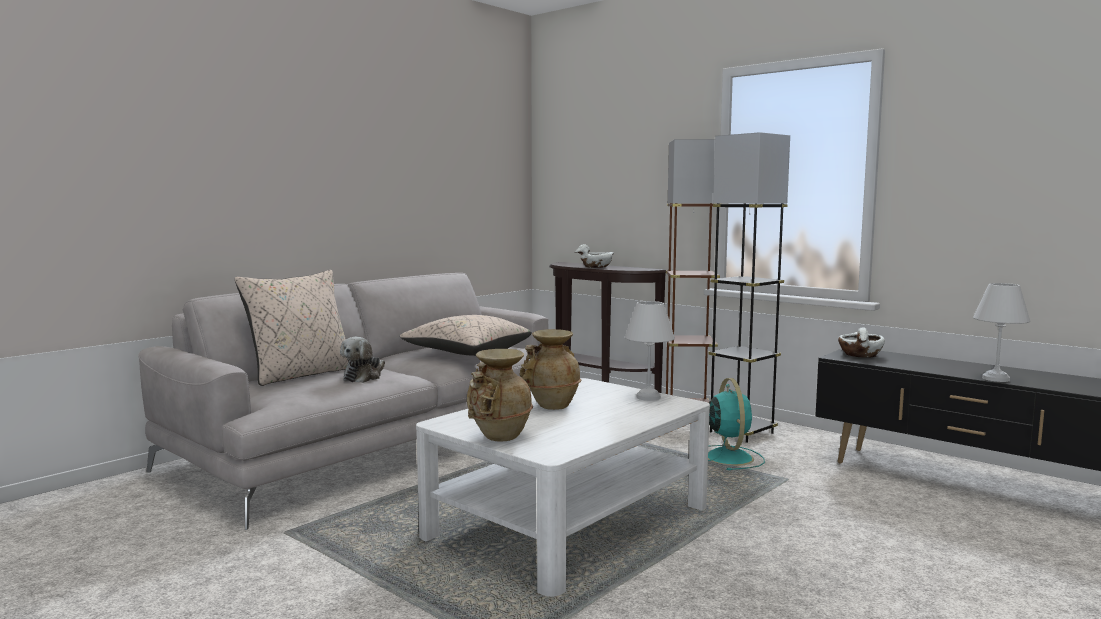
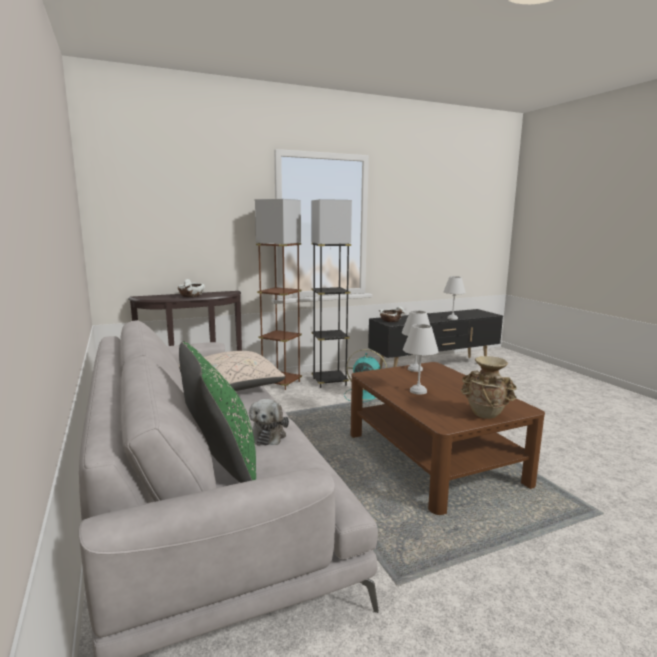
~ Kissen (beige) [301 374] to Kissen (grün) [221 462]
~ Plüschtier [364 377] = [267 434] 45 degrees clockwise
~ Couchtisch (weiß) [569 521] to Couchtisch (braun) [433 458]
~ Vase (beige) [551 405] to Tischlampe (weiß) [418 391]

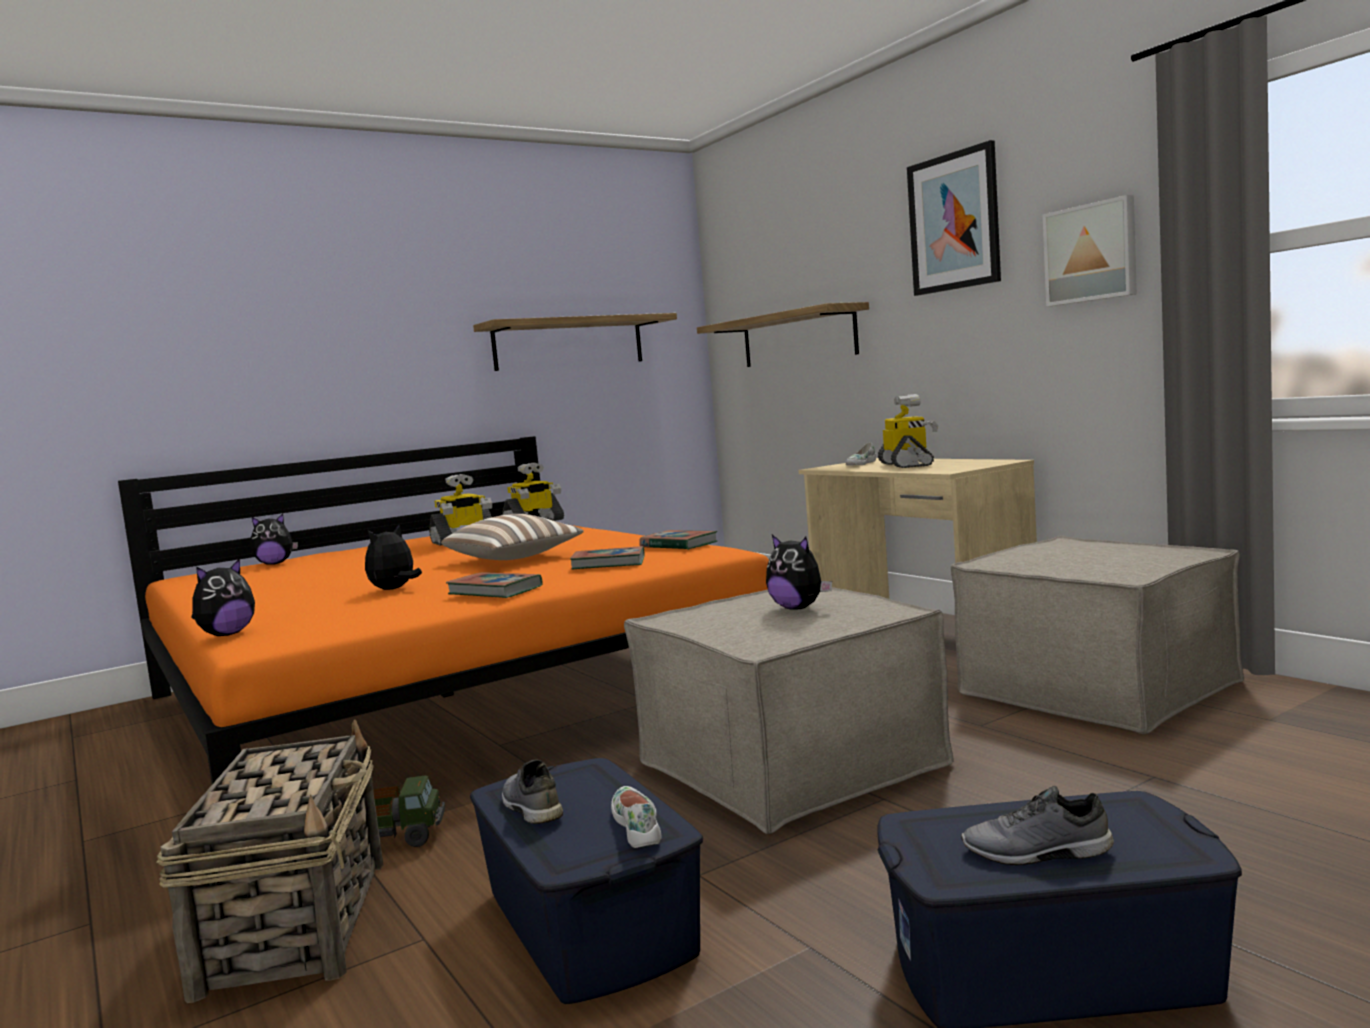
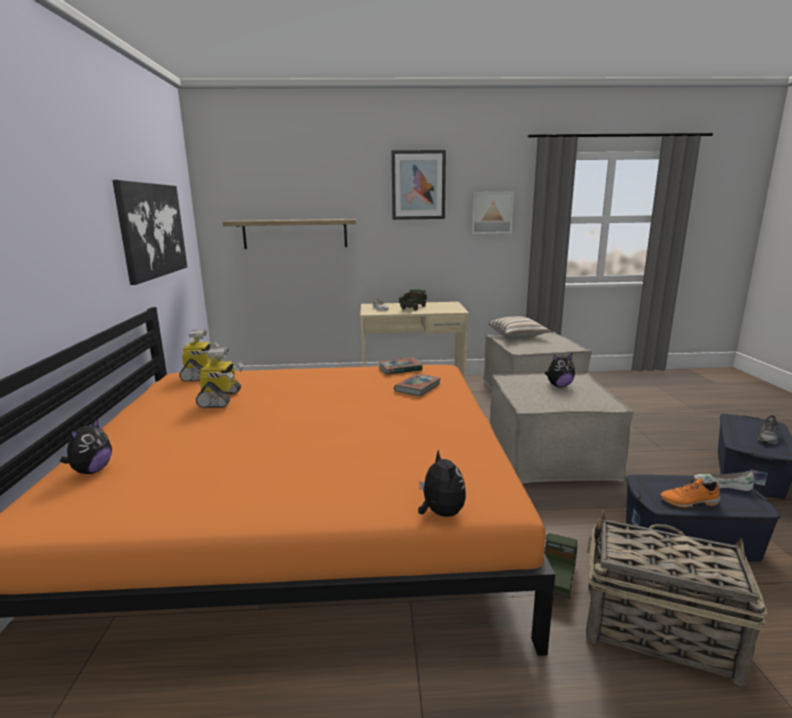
- Plüschtier [394 589]
~ Kissen [515 558] to [518 336]
- Buch [495 591]
~ Wandregal [569 343] to Bild [152 230]
~ Schuh (grau) [530 808] to Schuh (orange) [689 502]
~ Spielzeugroboter [907 465] to Spielzeuglaster [413 308]

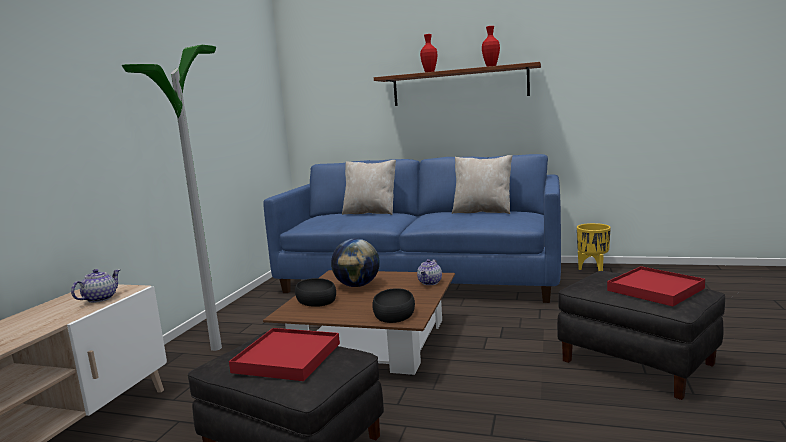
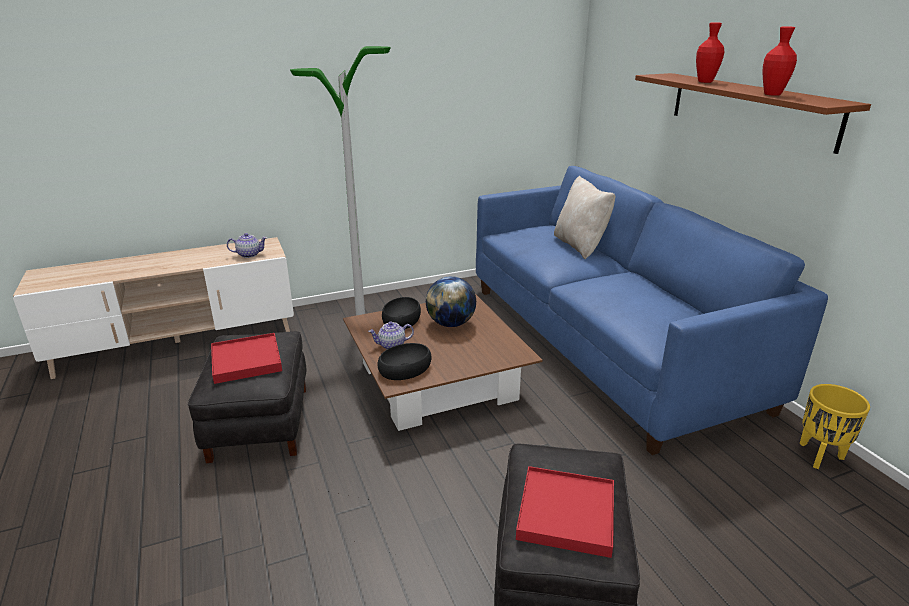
~ Teekanne [430 282] to [391 345]
- Kissen (beige) [482 212]

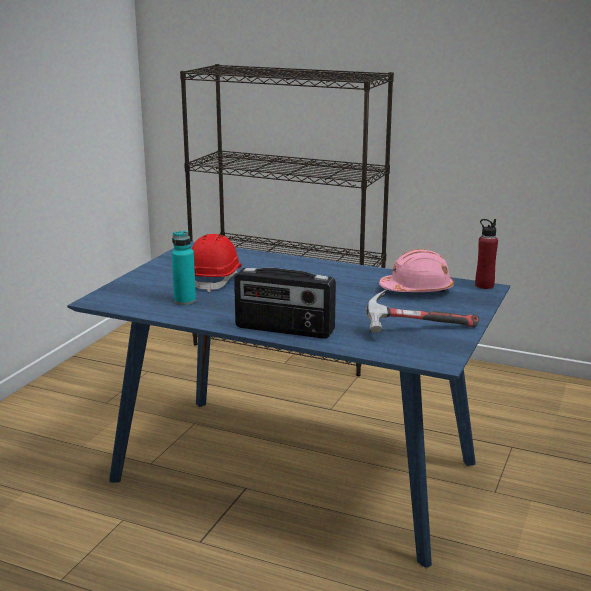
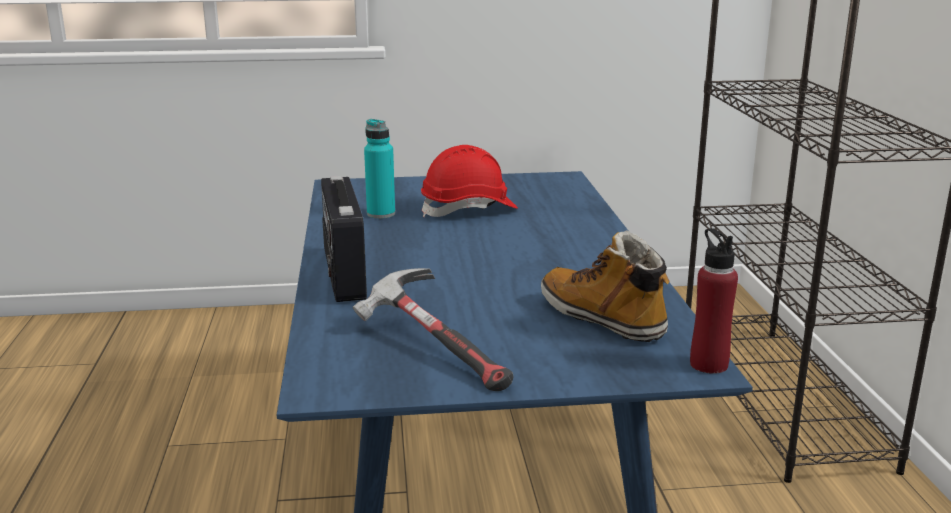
~ Schutzhelm (rosa) [417 290] to Stiefel [603 319]

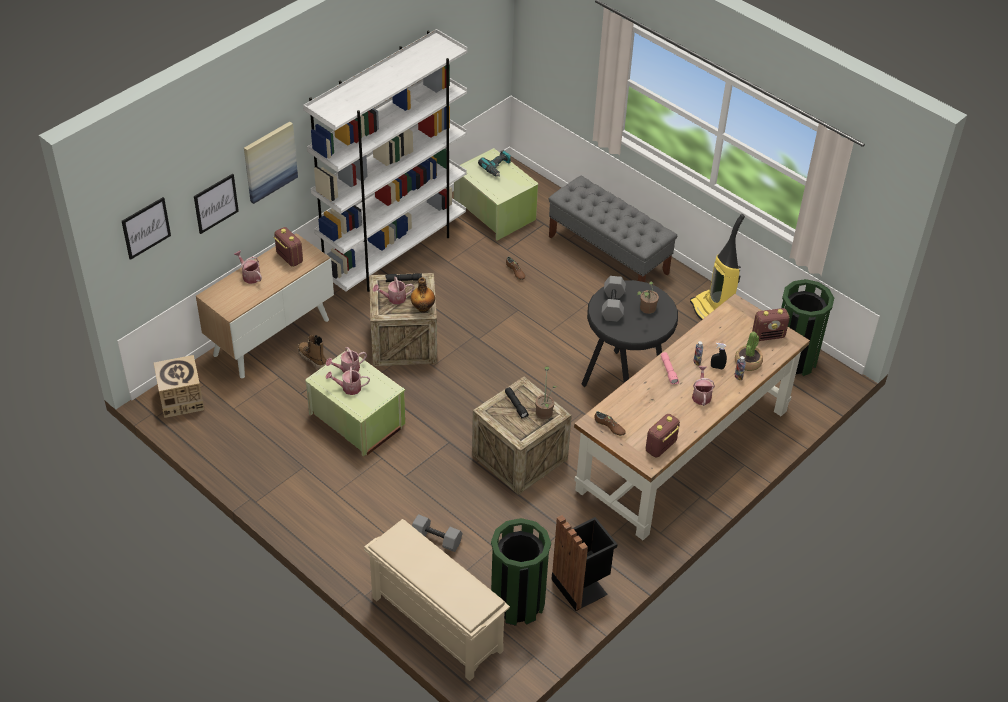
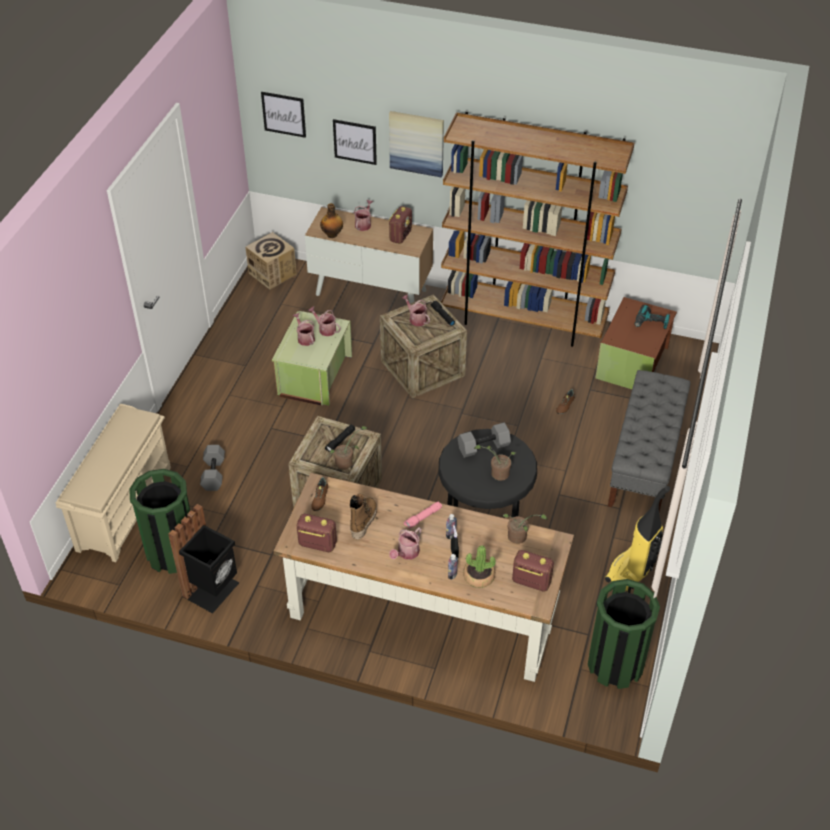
~ Stiefel [313 359] to [363 521]
~ Bücherregal (weiß) [394 252] to Bücherregal (braun) [524 321]
~ Flasche [423 308] to [332 234]
~ Aufbewahrungsbox (grün) [495 211] to Aufbewahrungsbox (braun) [633 363]
~ Gießkanne [701 395] = [406 553] 150 degrees clockwise
~ Radio [768 335] = [531 582] 150 degrees clockwise
+ Topfpflanze [519 538]

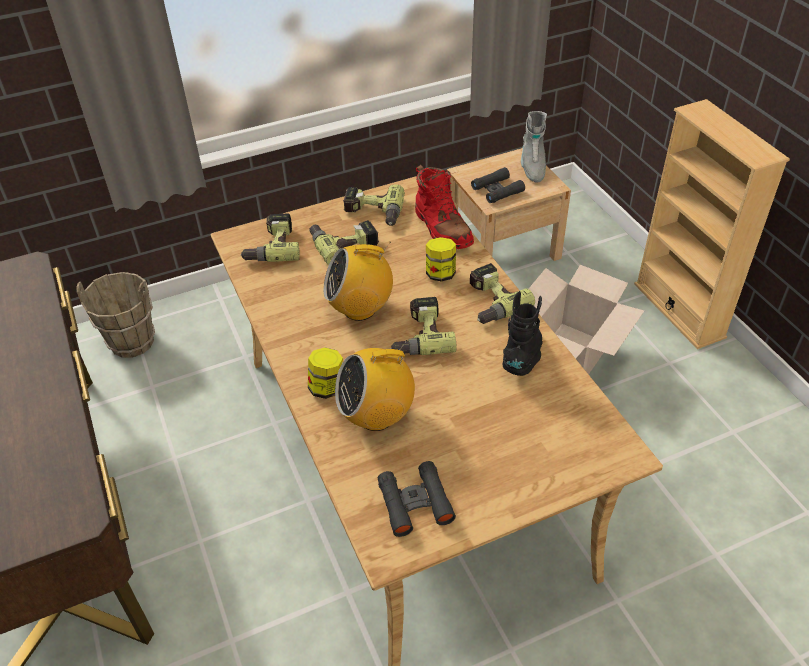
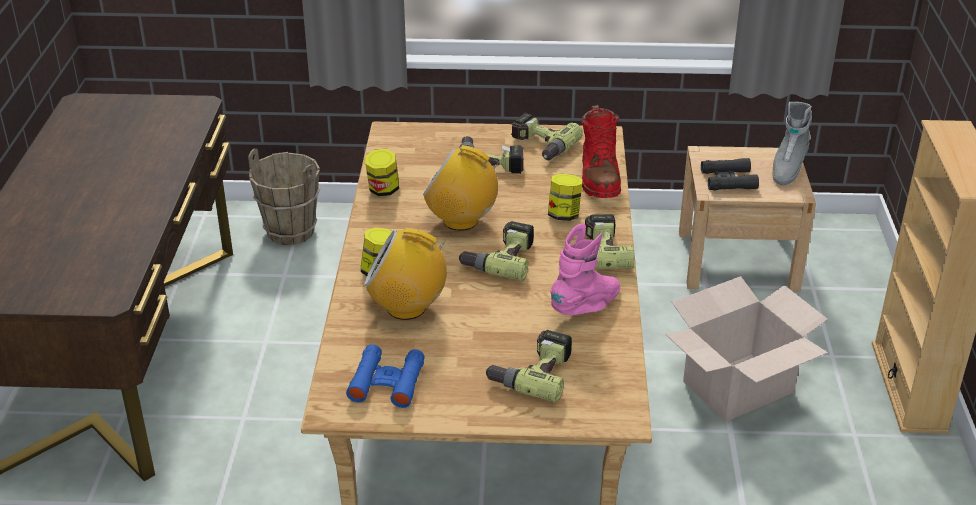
~ Bohrmaschine [271 246] to [532 372]
~ Fernglas (schwarz) [415 503] to Fernglas (blau) [387 382]
~ Stiefel (schwarz) [523 358] to Stiefel (rosa) [586 307]
+ Vorratsglas [383 190]

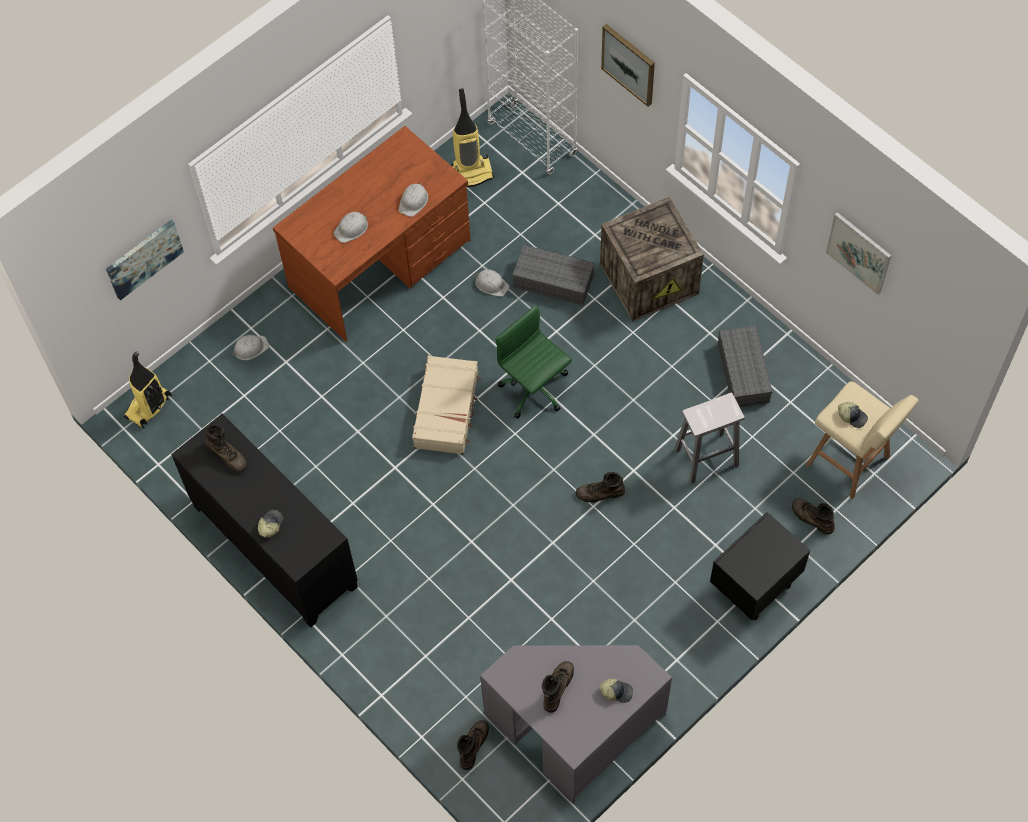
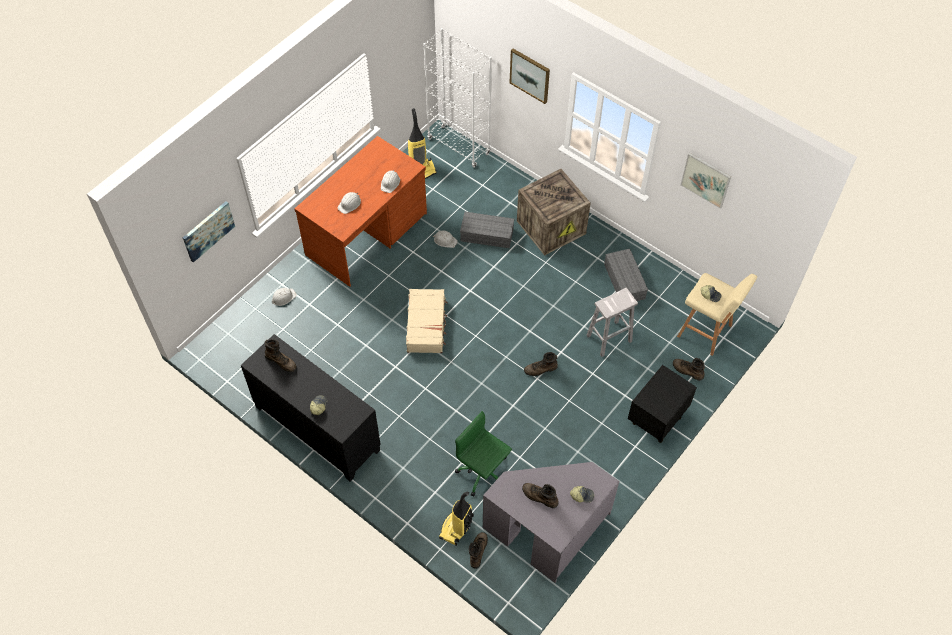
~ Staubsauger [149 408] to [456 528]
~ Bürostuhl (grün) [535 390] to [483 472]
~ Stiefel (braun) [557 687] = [539 497] 75 degrees counterclockwise

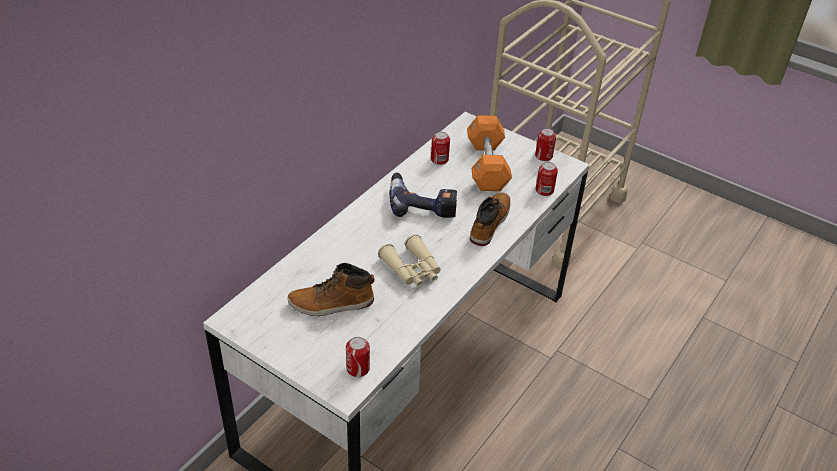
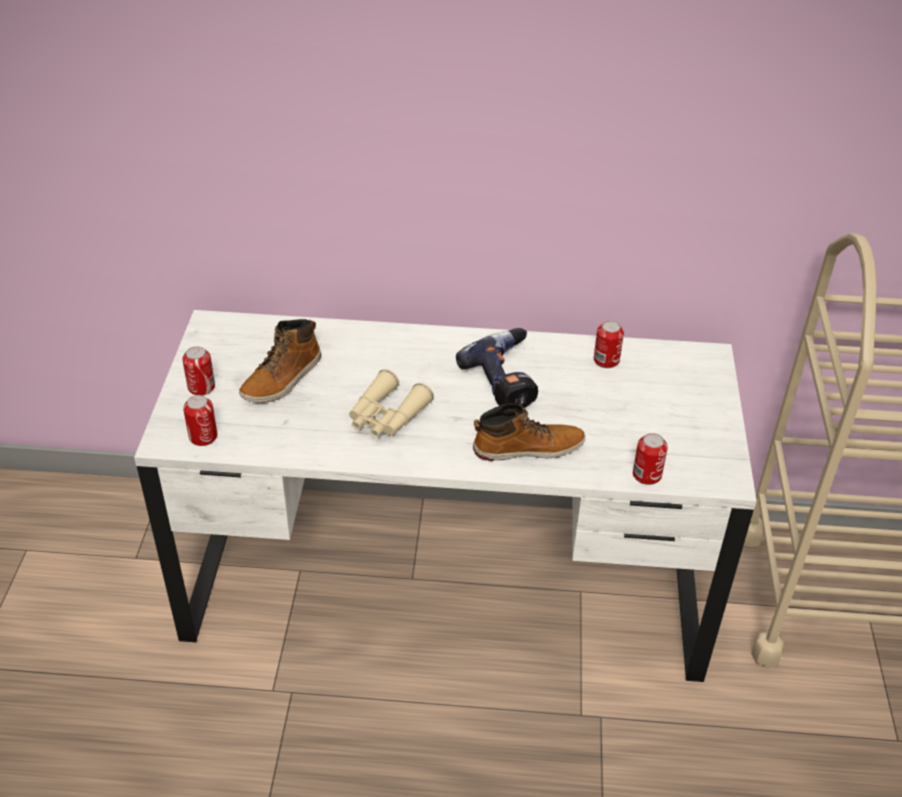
~ Stiefel [331 304] = [282 379] 105 degrees counterclockwise
- Hantel (orange) [487 165]
~ Dose [543 156] to [201 387]

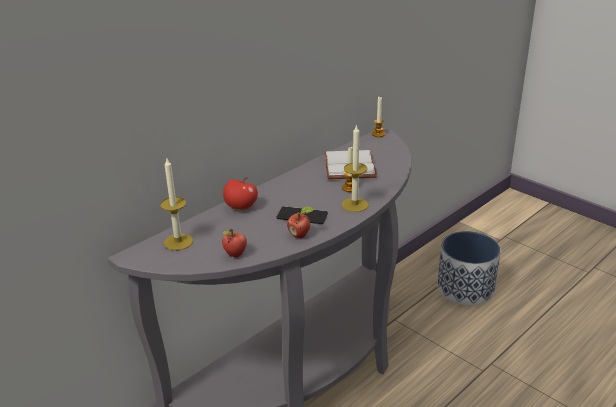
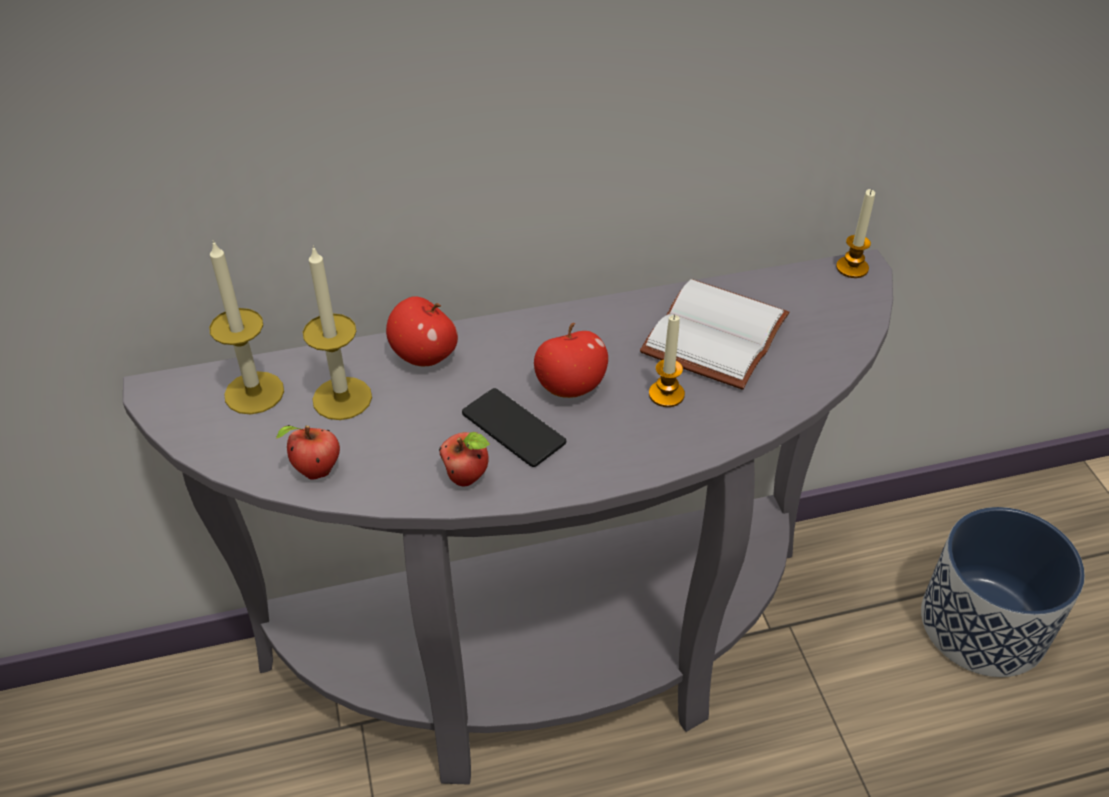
~ Kerze [355 205] to [342 398]
+ Apfel [570 387]

